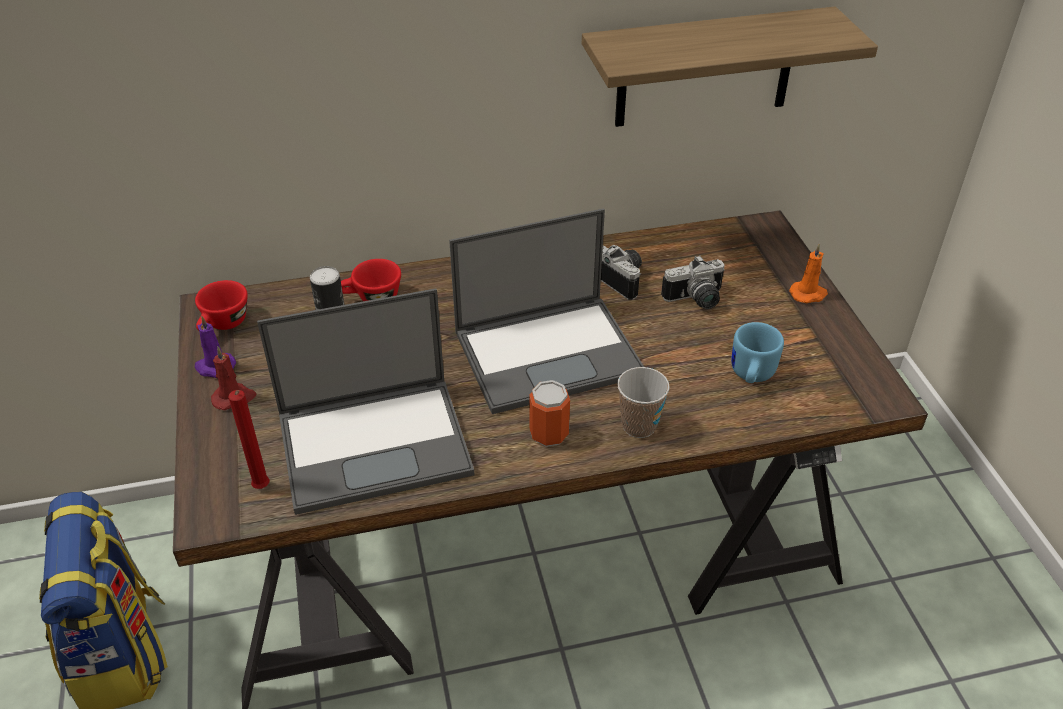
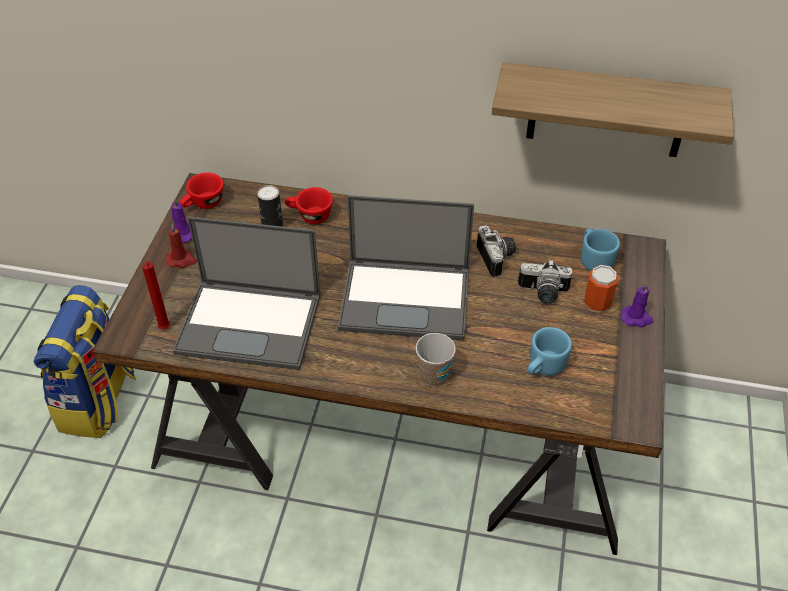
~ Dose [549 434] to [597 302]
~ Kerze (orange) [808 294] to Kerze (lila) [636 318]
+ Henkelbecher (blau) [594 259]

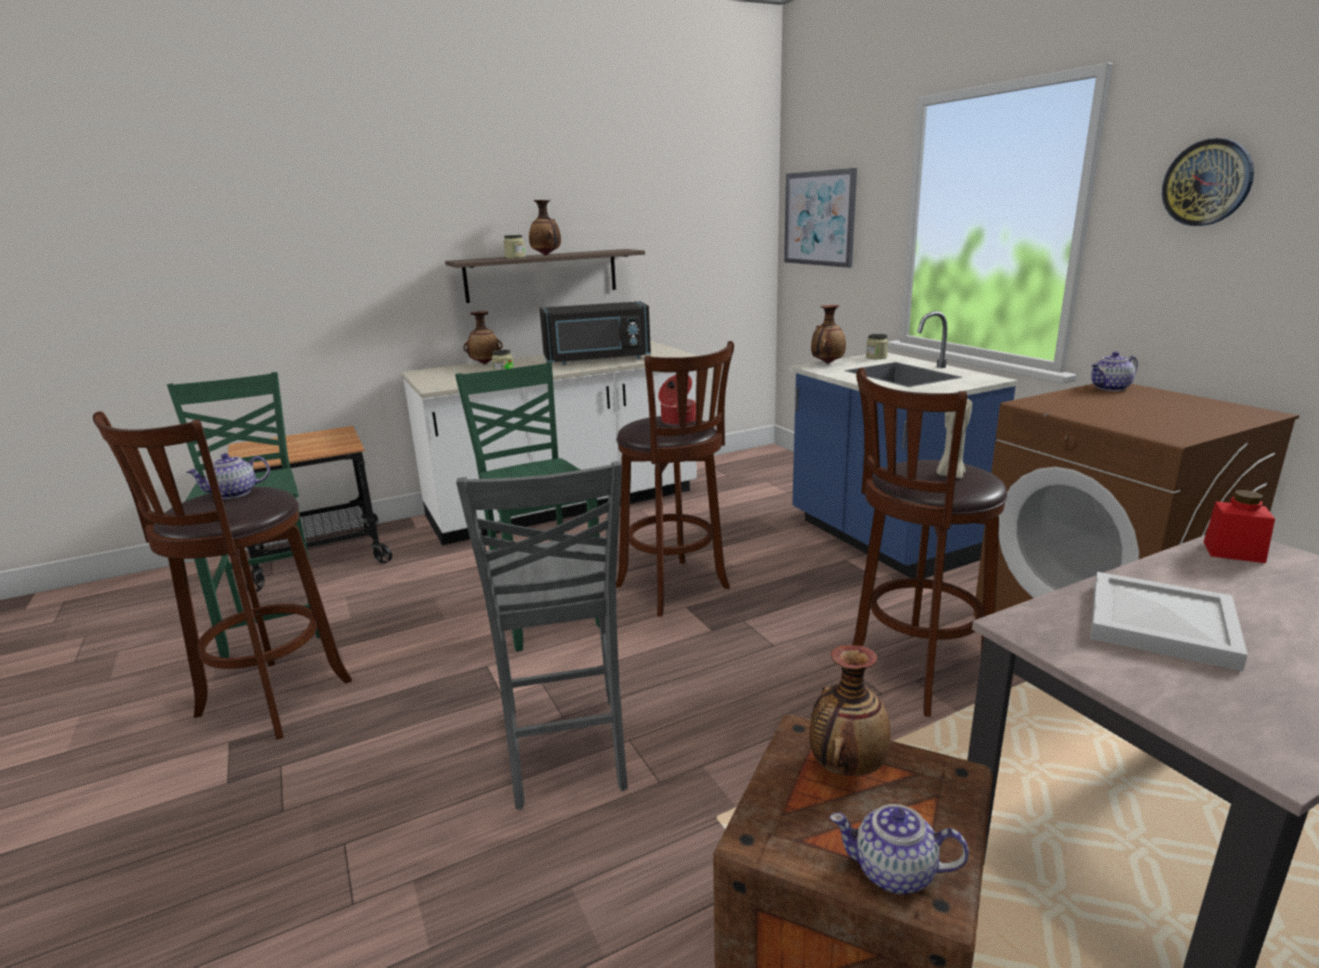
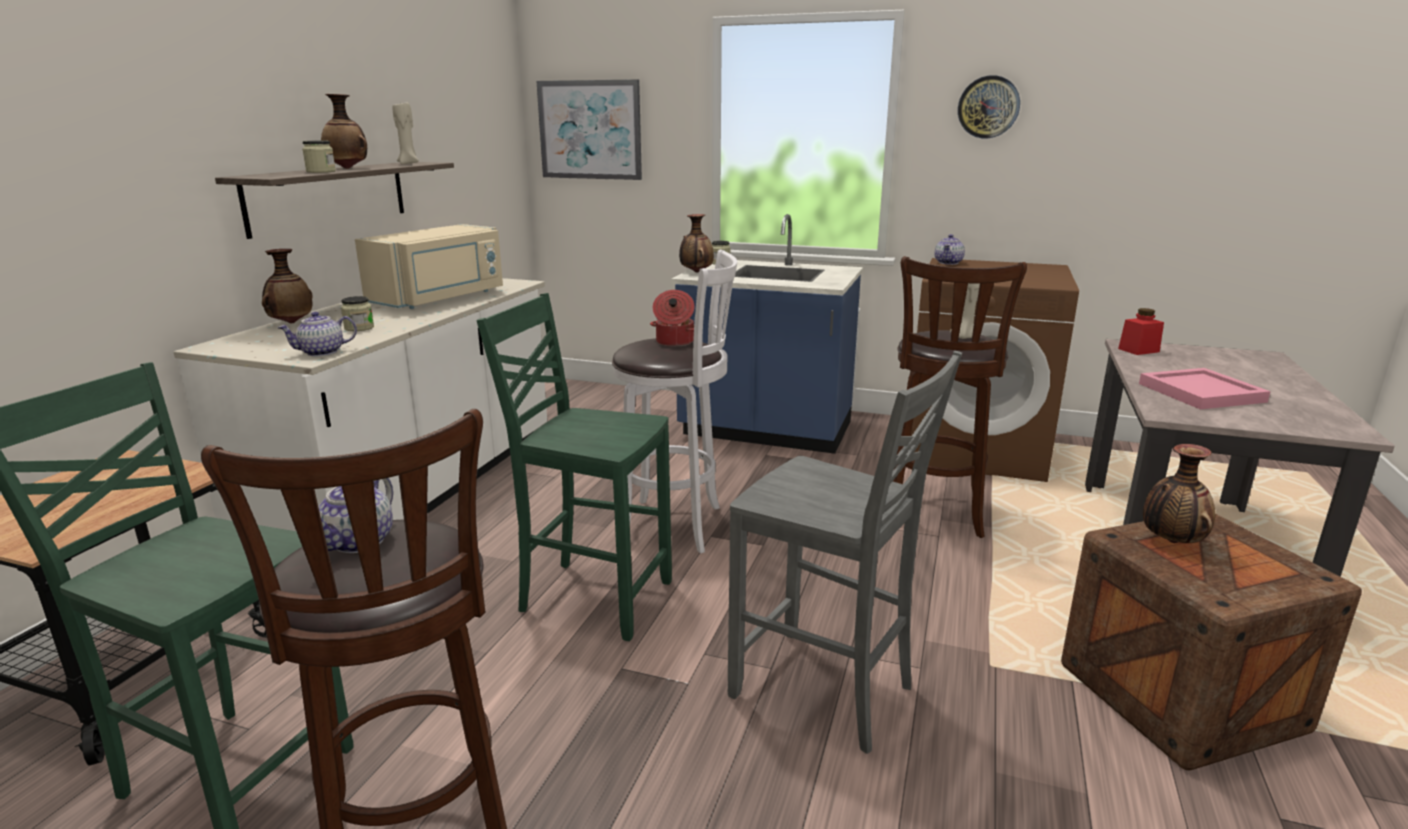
~ Mikrowelle (schwarz) [597 359] to Mikrowelle (beige) [441 298]
~ Hocker (braun) [676 589] to Hocker (weiß) [677 526]
~ Teekanne [893 872] to [321 352]
~ Tablett (weiß) [1163 623] to Tablett (rosa) [1201 392]
+ Kerze (beige) [409 163]

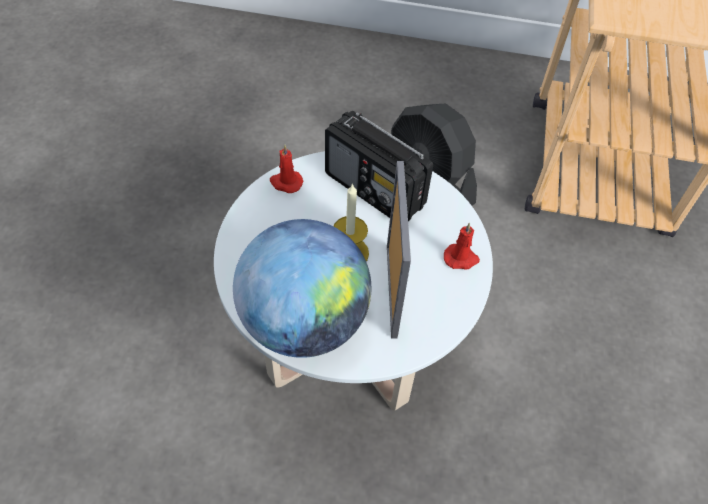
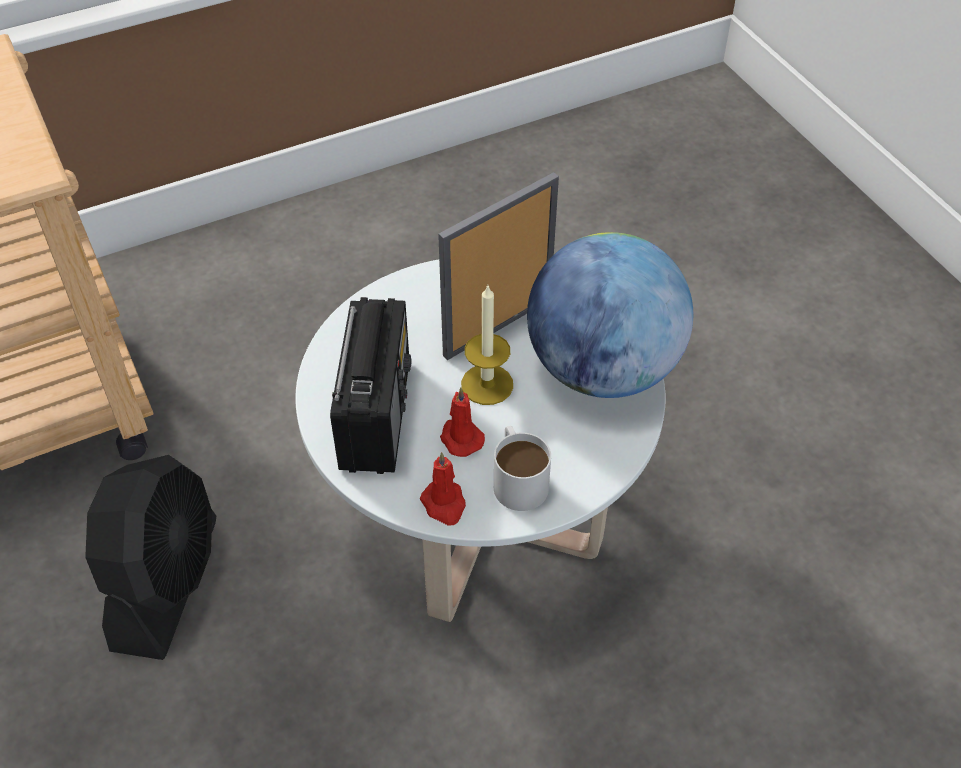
~ Kerze (rot) [461 258] to [460 438]
+ Henkelbecher (weiß) [517 478]

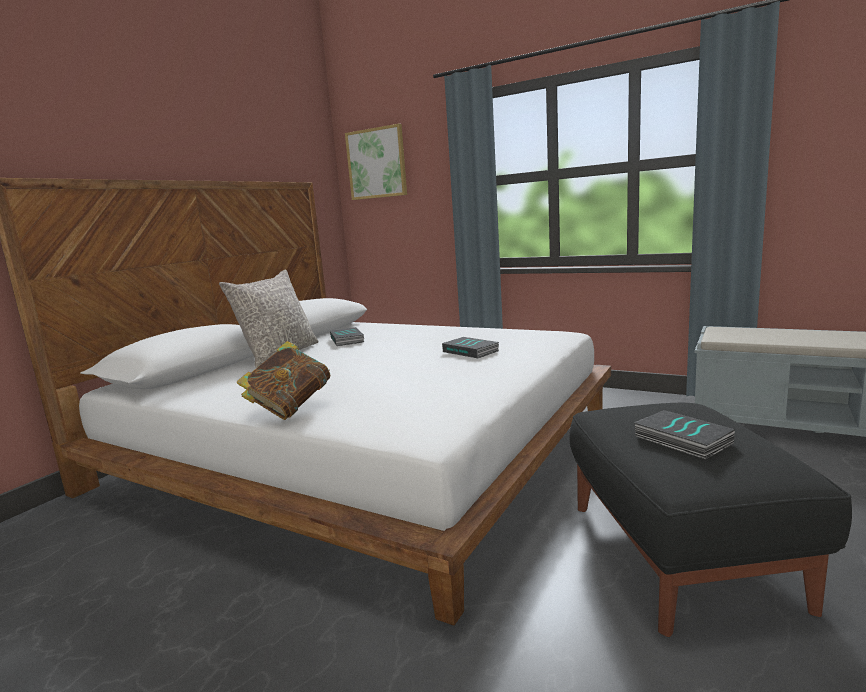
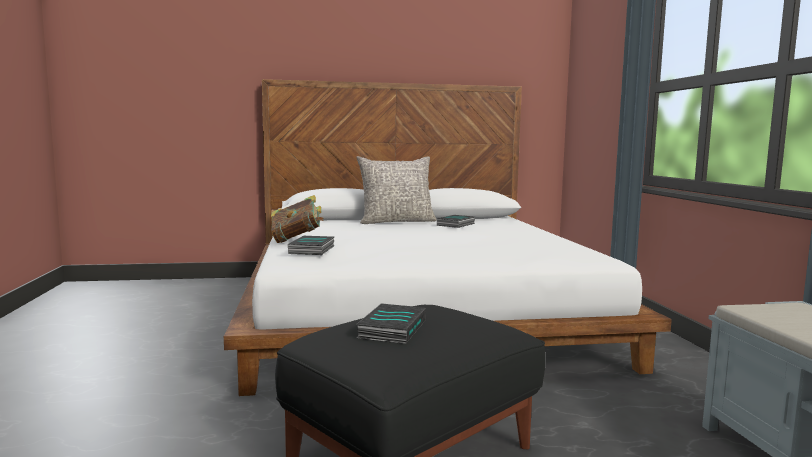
- Bild [377 163]
~ Buch [471 351] to [313 250]

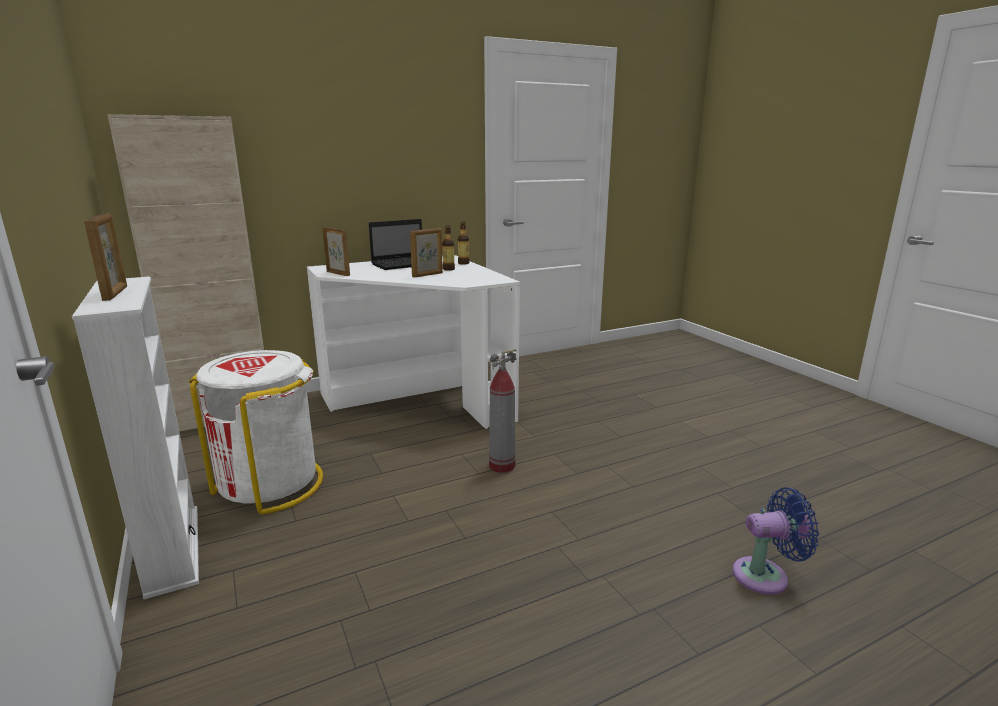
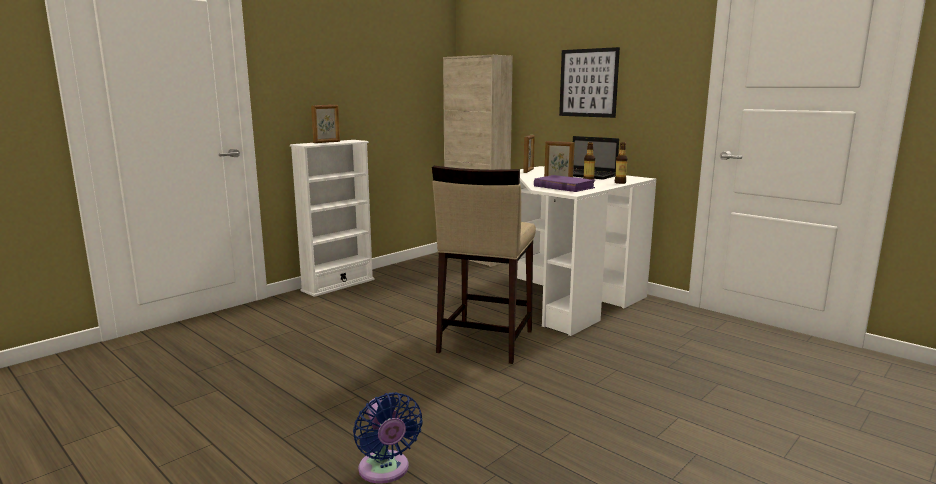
- Mülleimer (weiß) [270 484]
~ Feuerlöscher [501 466] to Hocker (beige) [484 341]
+ Buch (lila) [563 187]
+ Bild [588 83]

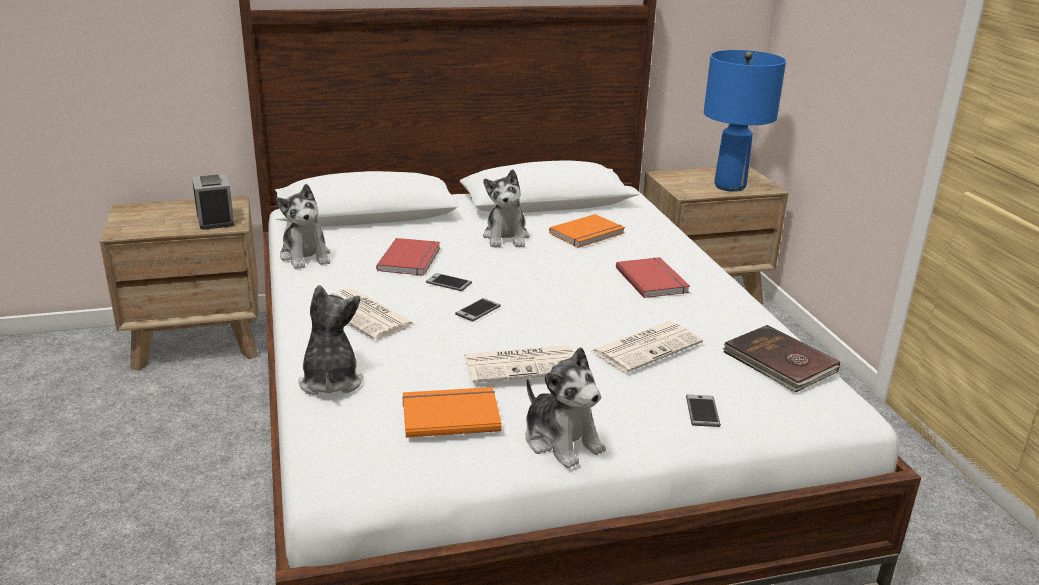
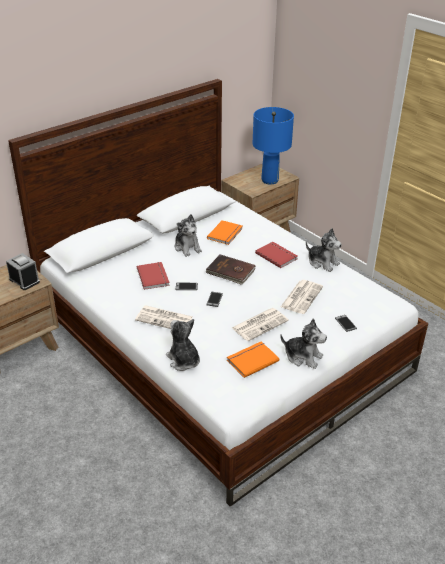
~ Plüschtier [306 256] to [322 262]
~ Buch (braun) [779 363] to [230 271]

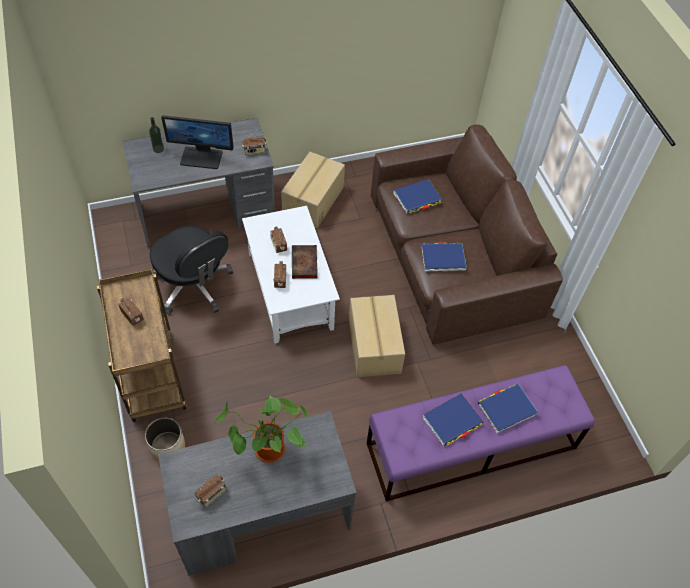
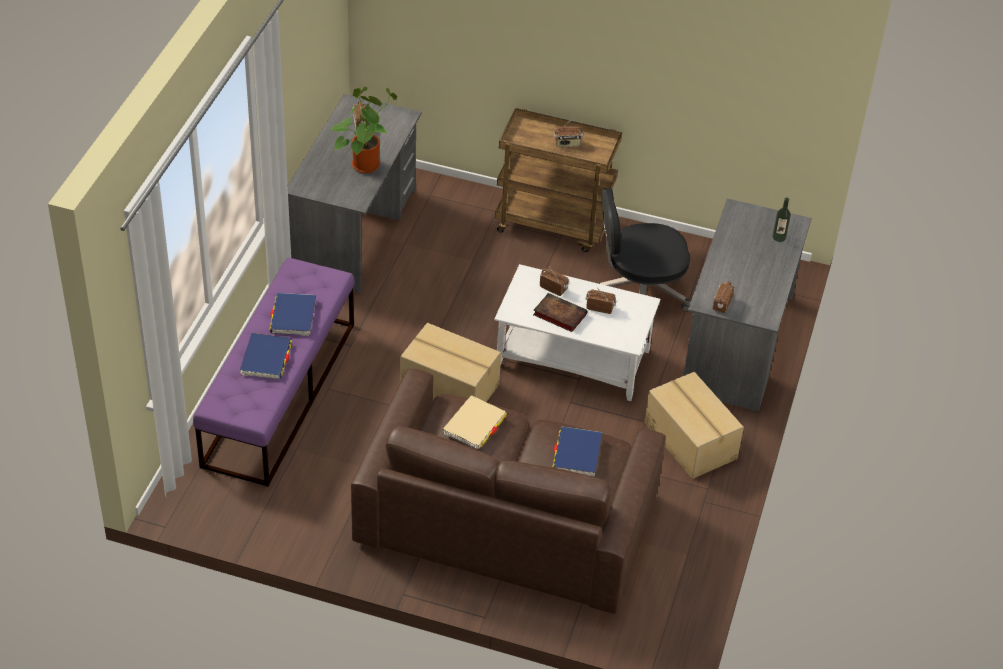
- Pflanzkübel [168 447]
- Monitor [202 157]
~ Buch (blau) [443 258] to Buch (beige) [474 425]

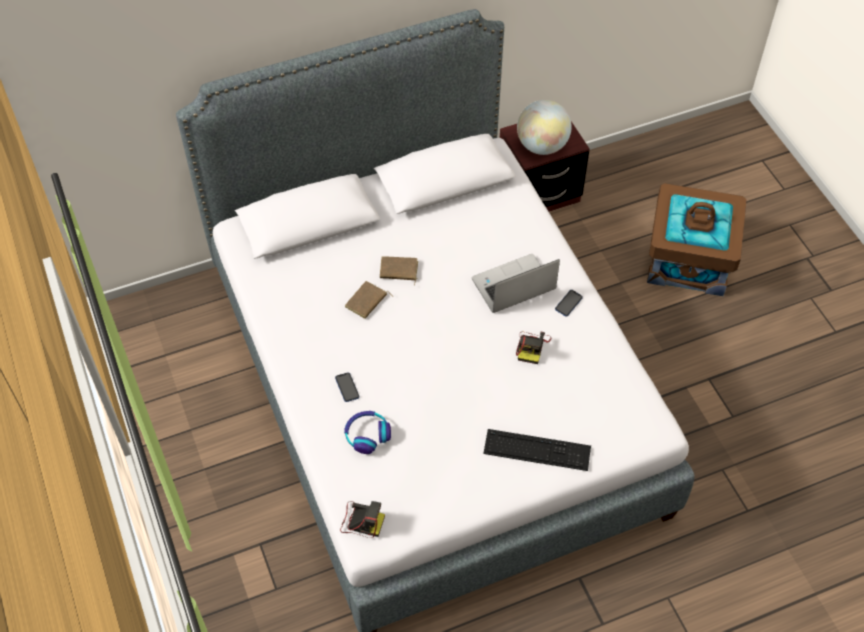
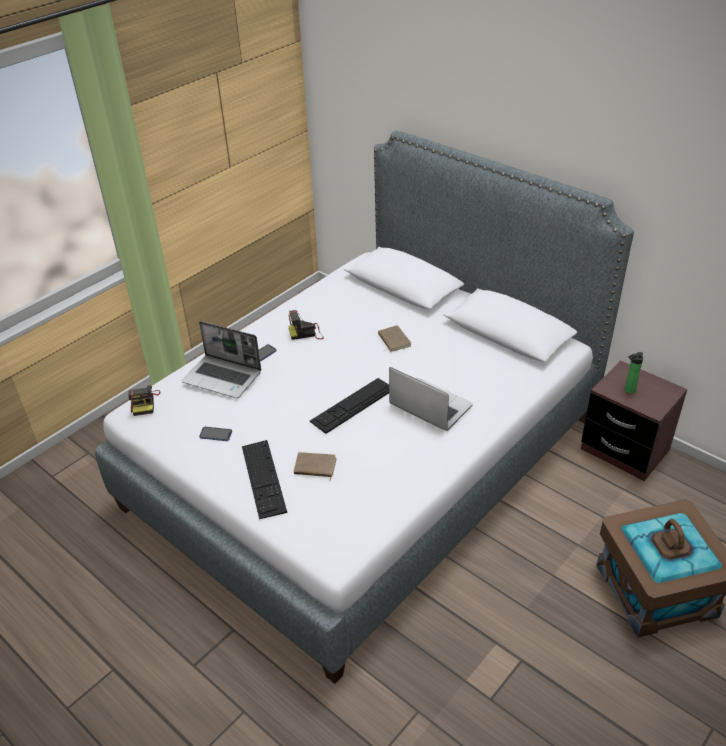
~ Kopfhörer [367 435] to Laptop [223 377]
~ Buch (braun) [367 302] to [315 467]
~ Kamera [532 347] to [306 333]
~ Globus [542 146] to Flasche [628 390]
~ Handy [568 303] to [216 434]
+ Tastatur [352 405]

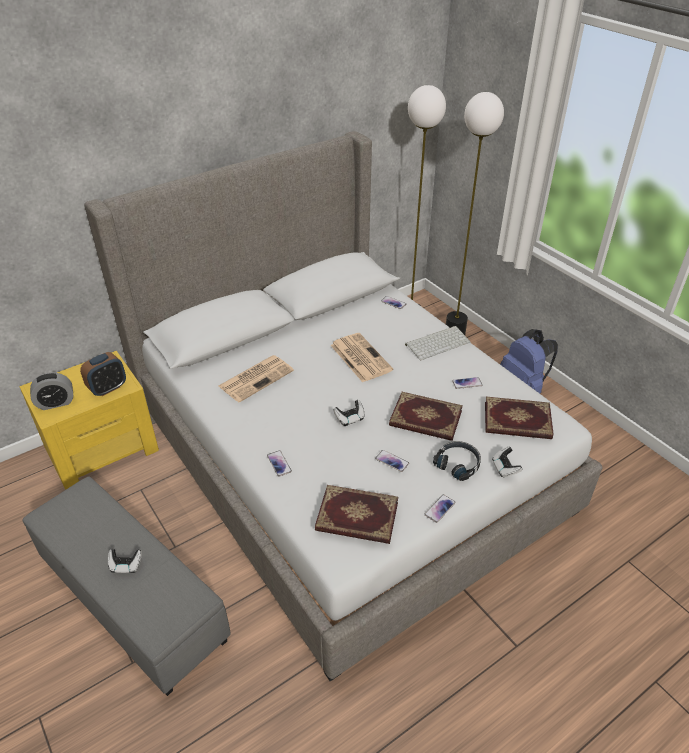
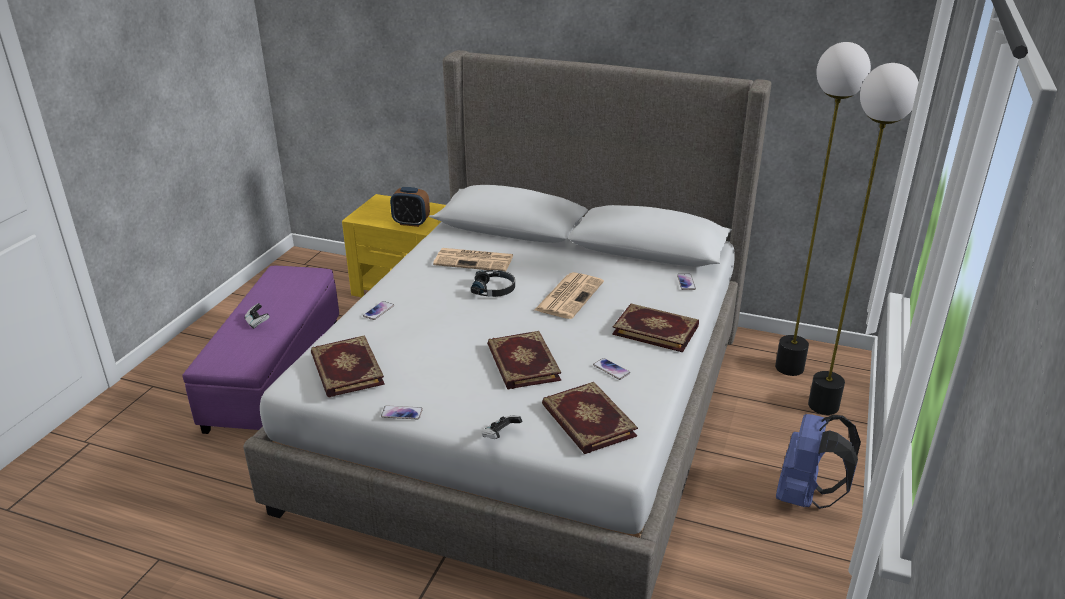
~ Polsterhocker (grau) [134 599] to Polsterhocker (lila) [276 375]
- Wecker [56 403]
- Gamepad [350 418]
- Handy [392 461]
~ Tastatur [437 342] to Buch [656 329]
~ Kopfhörer (schwarz) [458 464] to [494 289]

